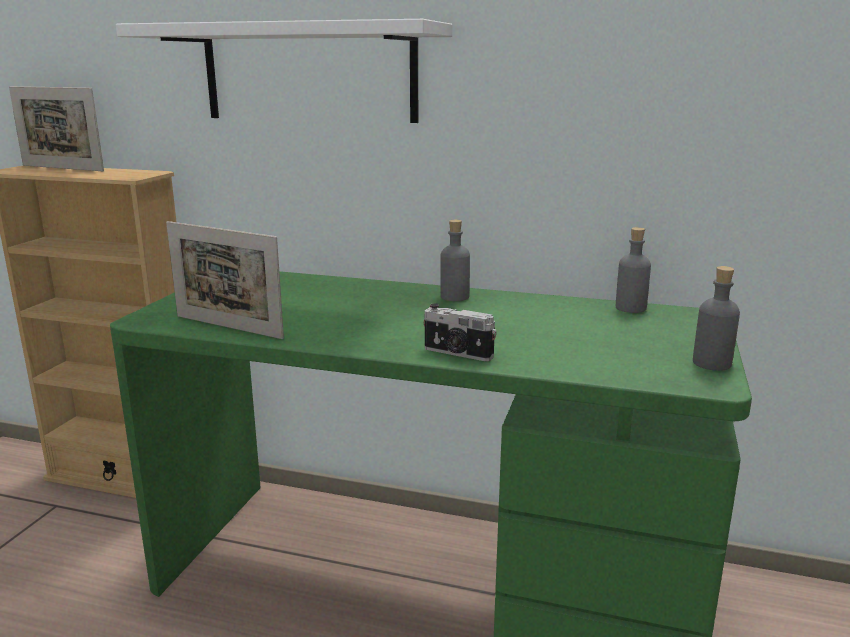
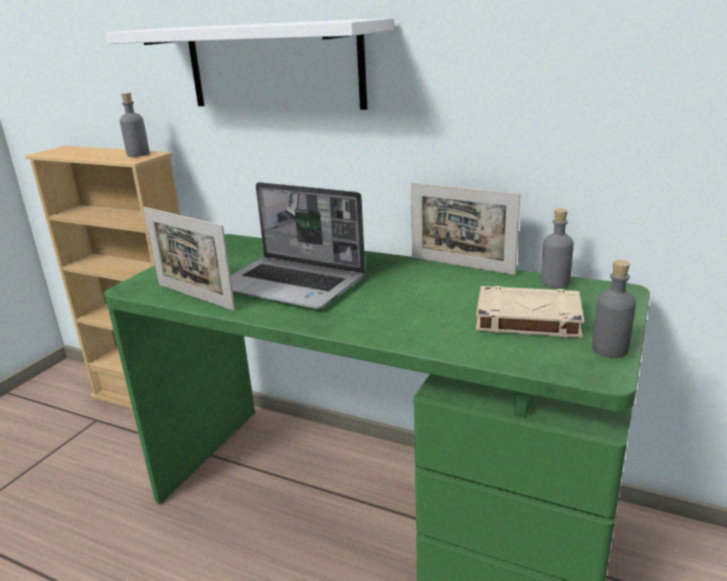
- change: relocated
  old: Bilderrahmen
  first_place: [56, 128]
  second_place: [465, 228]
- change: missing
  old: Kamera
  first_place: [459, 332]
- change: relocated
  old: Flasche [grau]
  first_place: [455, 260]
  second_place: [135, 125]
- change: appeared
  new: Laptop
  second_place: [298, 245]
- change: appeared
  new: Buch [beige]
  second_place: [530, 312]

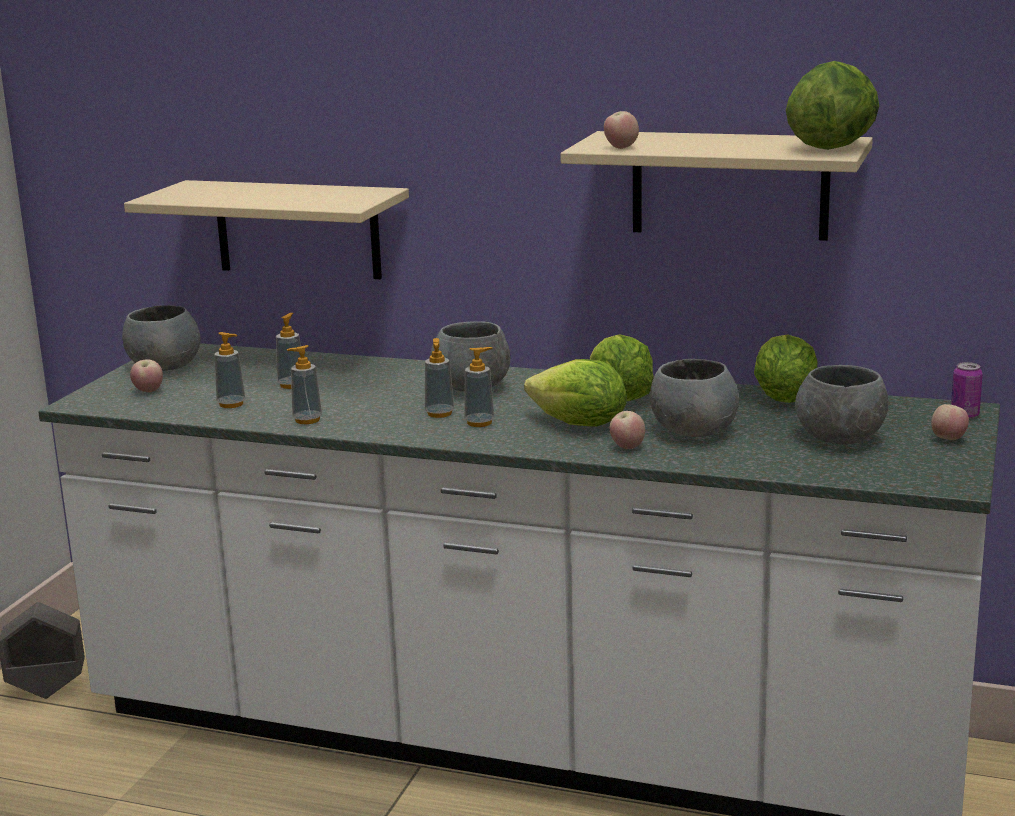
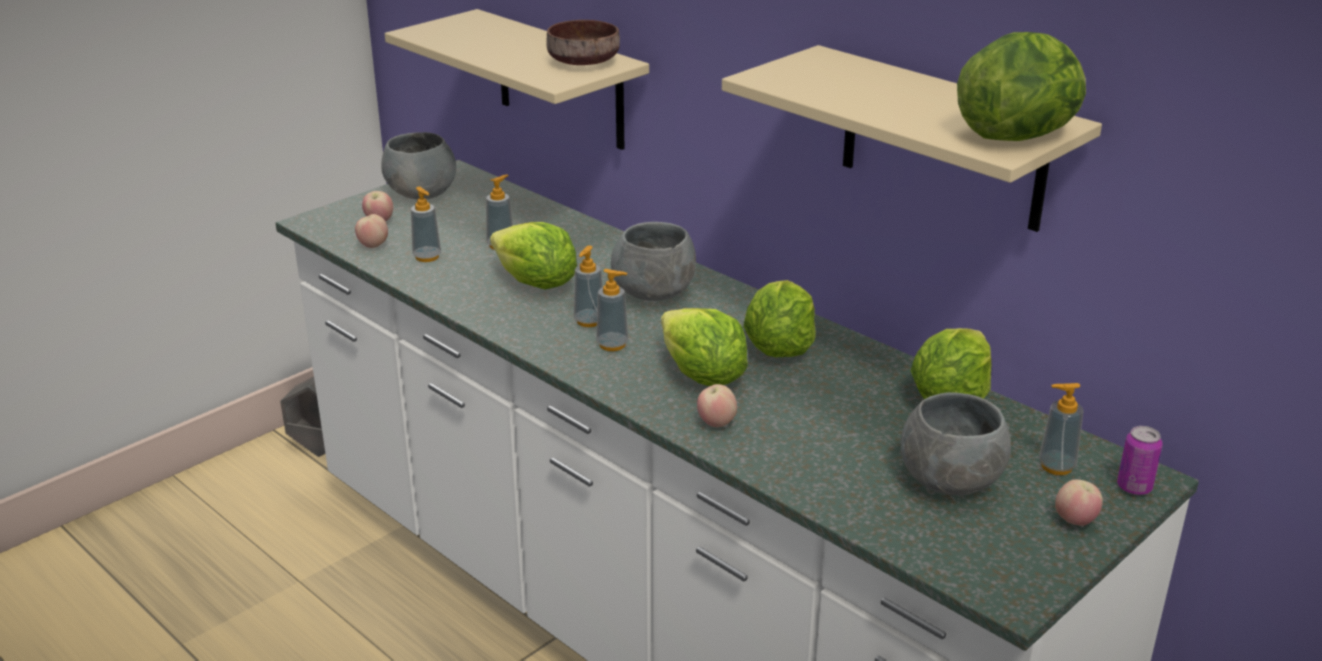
- change: relocated
  old: Seifenspender
  first_place: [304, 384]
  second_place: [1061, 429]
- change: relocated
  old: Apfel
  first_place: [621, 130]
  second_place: [371, 231]
- change: missing
  old: Schüssel [grau]
  first_place: [694, 398]
- change: appeared
  new: Salatkopf
  second_place: [533, 256]
- change: appeared
  new: Schüssel [braun]
  second_place: [583, 42]

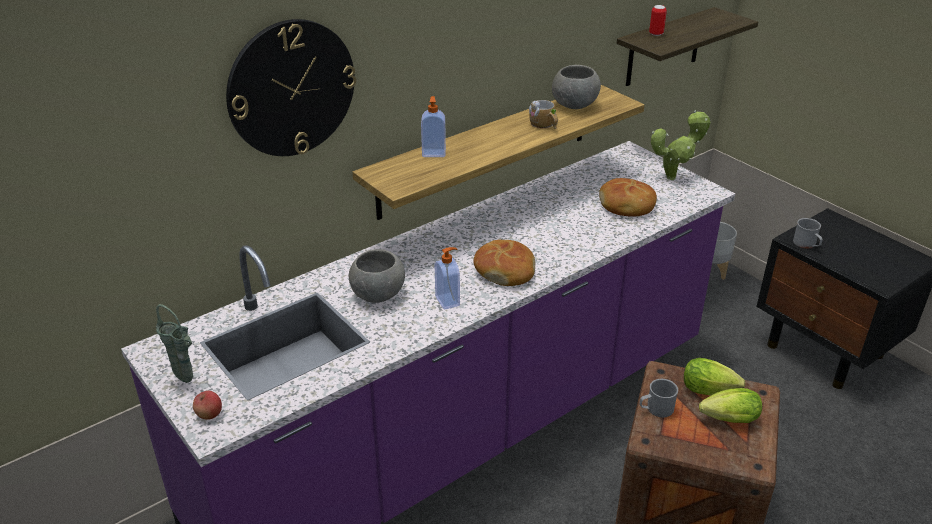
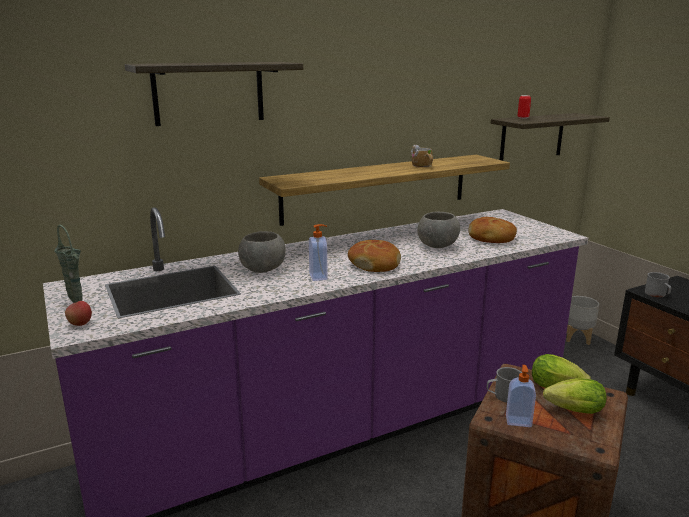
- change: exchanged
  old: Wanduhr
  new: Wandregal
  first_place: [291, 87]
  second_place: [214, 94]
- change: relocated
  old: Seifenspender
  first_place: [433, 126]
  second_place: [521, 396]
- change: relocated
  old: Schüssel [grau]
  first_place: [576, 87]
  second_place: [438, 230]
- change: missing
  old: Topfpflanze
  first_place: [681, 145]

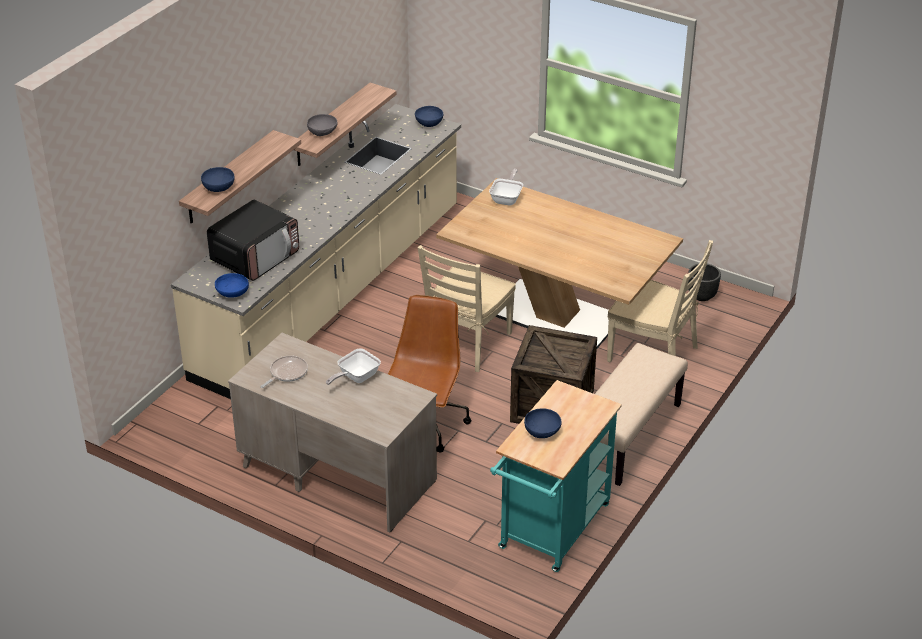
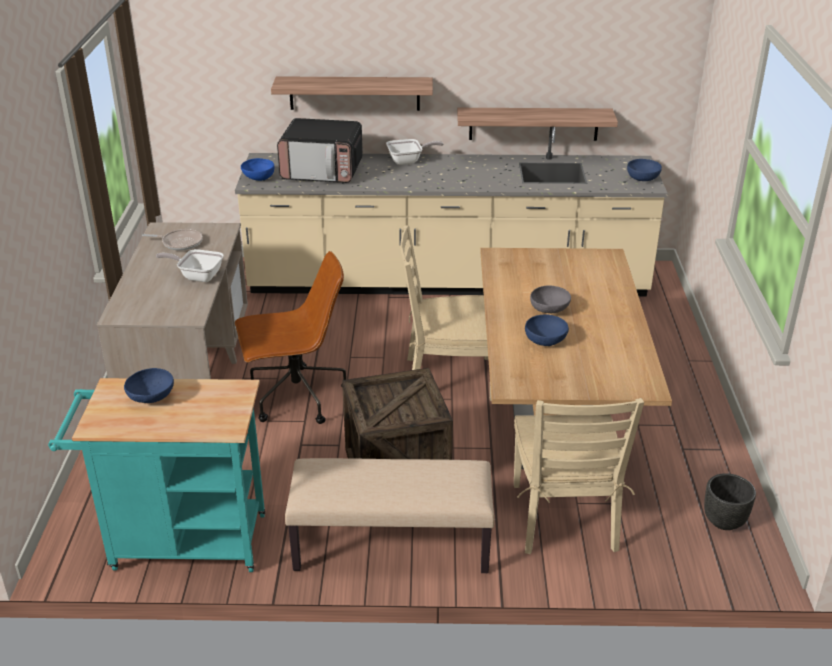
- change: relocated
  old: Schüssel [blau]
  first_place: [218, 179]
  second_place: [547, 330]
- change: relocated
  old: Schüssel [grau]
  first_place: [322, 125]
  second_place: [550, 299]
- change: relocated
  old: Pfanne
  first_place: [506, 187]
  second_place: [414, 152]

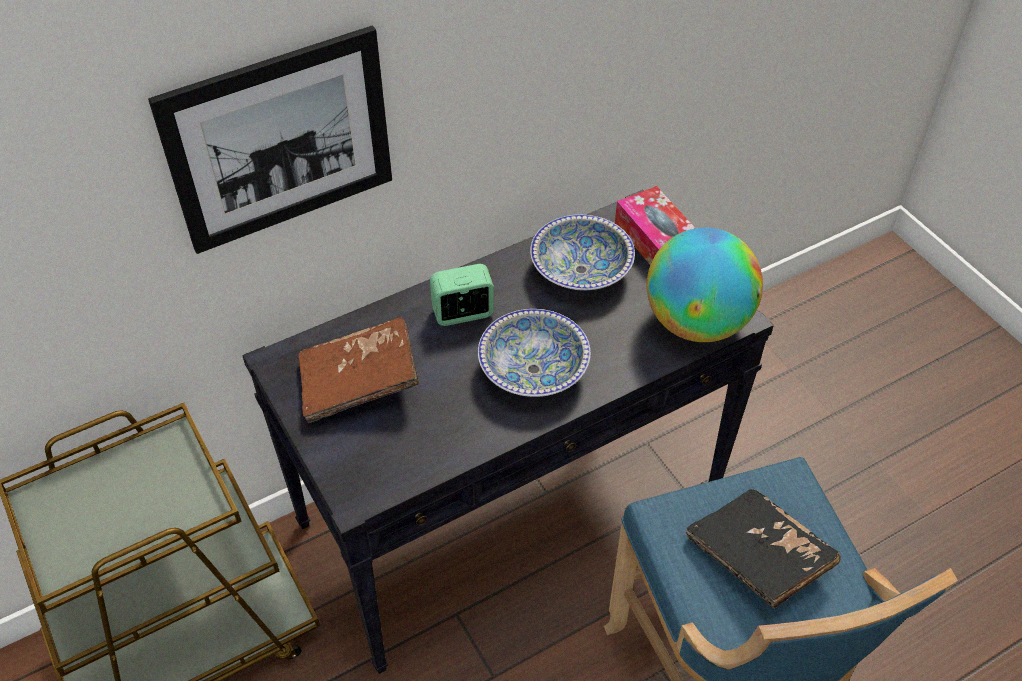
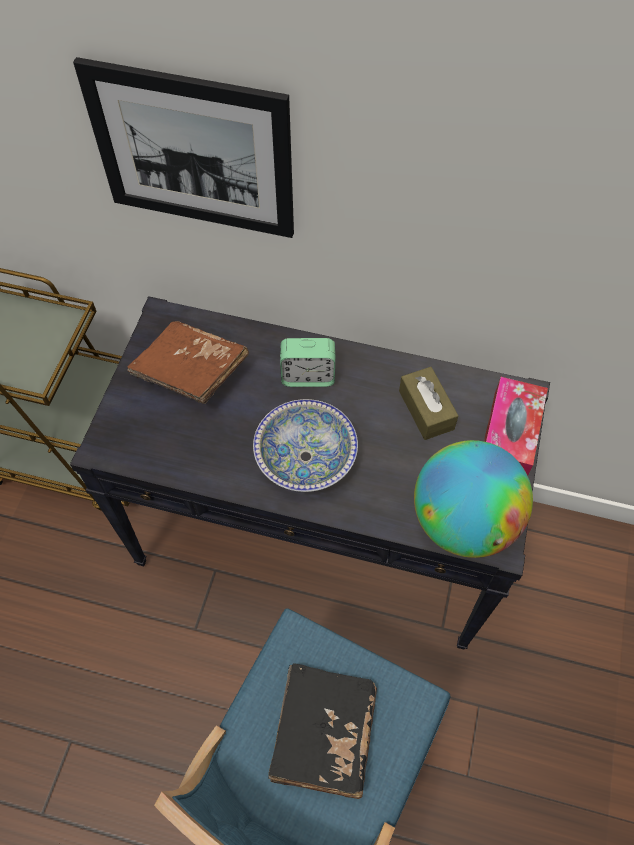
- change: spun
  old: Wecker
  first_place: [462, 295]
  second_place: [307, 362]
  degrees: 150
- change: exchanged
  old: Schüssel
  new: Taschentuchbox [braun]
  first_place: [582, 253]
  second_place: [428, 403]

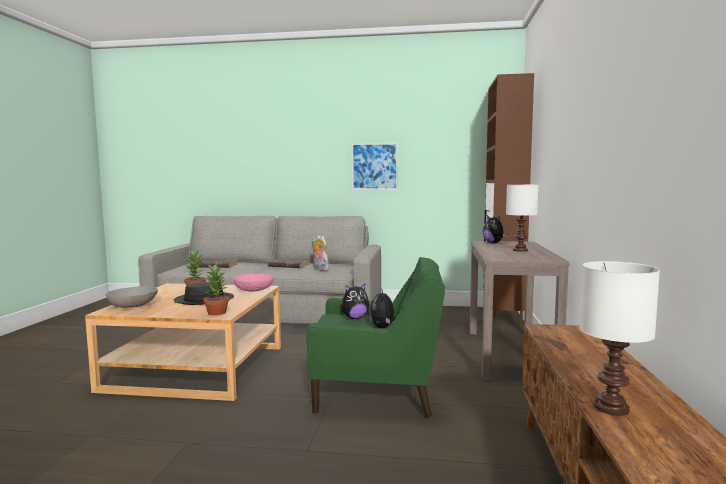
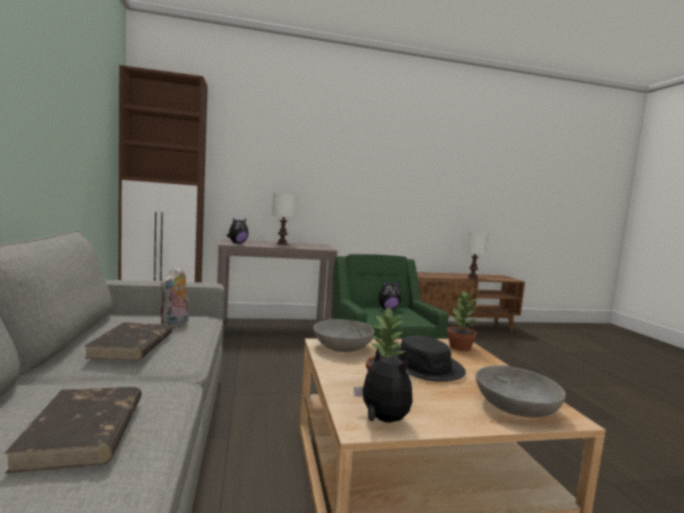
- change: colour
  old: Schüssel [rosa]
  new: Schüssel [grau]
  first_place: [254, 283]
  second_place: [343, 335]
- change: relocated
  old: Plüschtier
  first_place: [355, 301]
  second_place: [383, 385]
- change: missing
  old: Bild
  first_place: [375, 166]

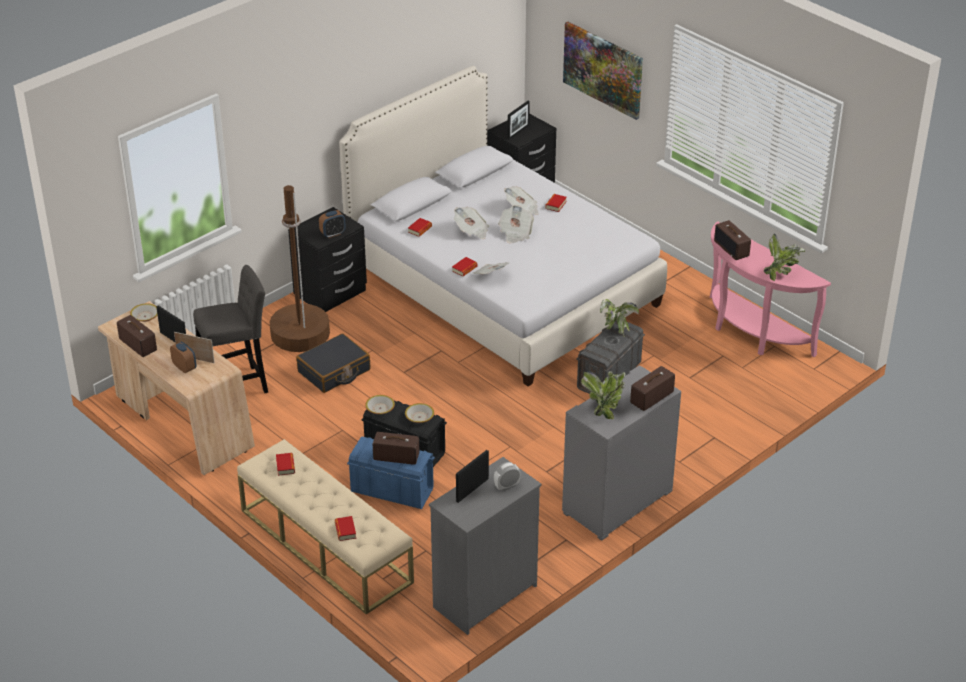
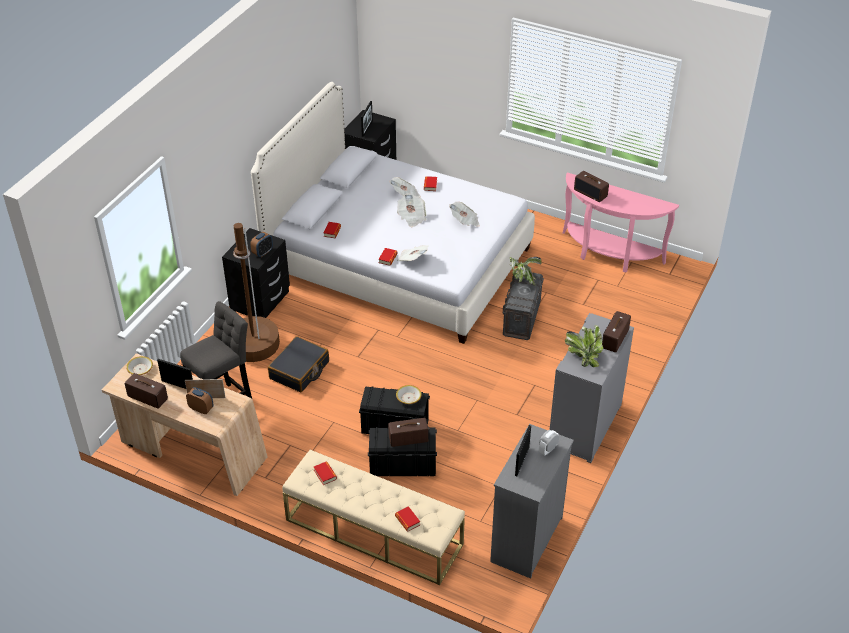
- change: colour
  old: Aufbewahrungsbox [blau]
  new: Aufbewahrungsbox [schwarz]
  first_place: [391, 472]
  second_place: [402, 451]
- change: missing
  old: Schüssel
  first_place: [380, 404]
- change: relocated
  old: Zeitung
  first_place: [471, 223]
  second_place: [464, 214]
- change: missing
  old: Bild
  first_place: [603, 71]
- change: missing
  old: Topfpflanze
  first_place: [784, 257]

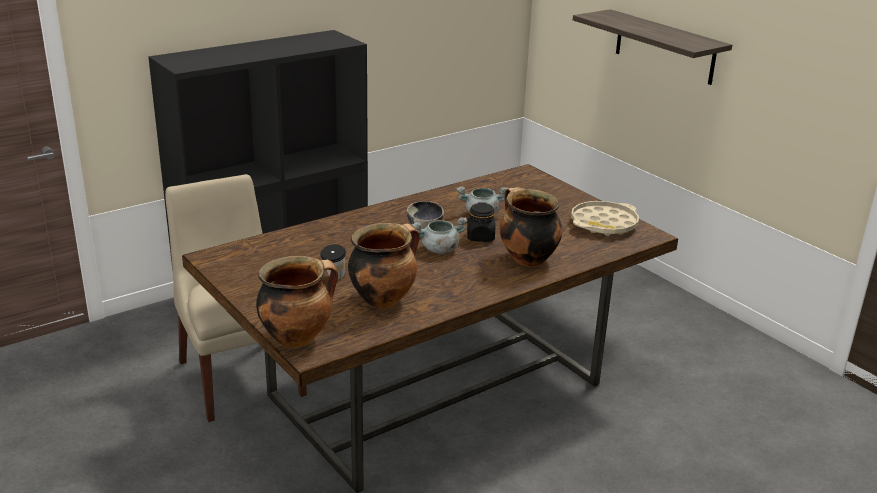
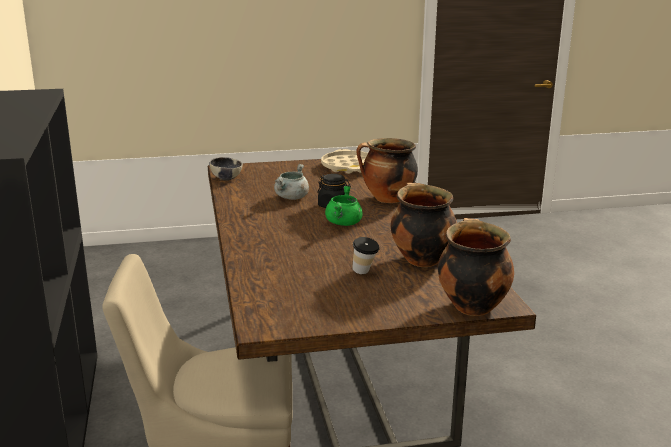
- change: relocated
  old: Schüssel
  first_place: [425, 215]
  second_place: [226, 169]
- change: colour
  old: Kochtopf [grau]
  new: Kochtopf [grün]
  first_place: [439, 235]
  second_place: [344, 206]
- change: missing
  old: Wandregal
  first_place: [652, 47]

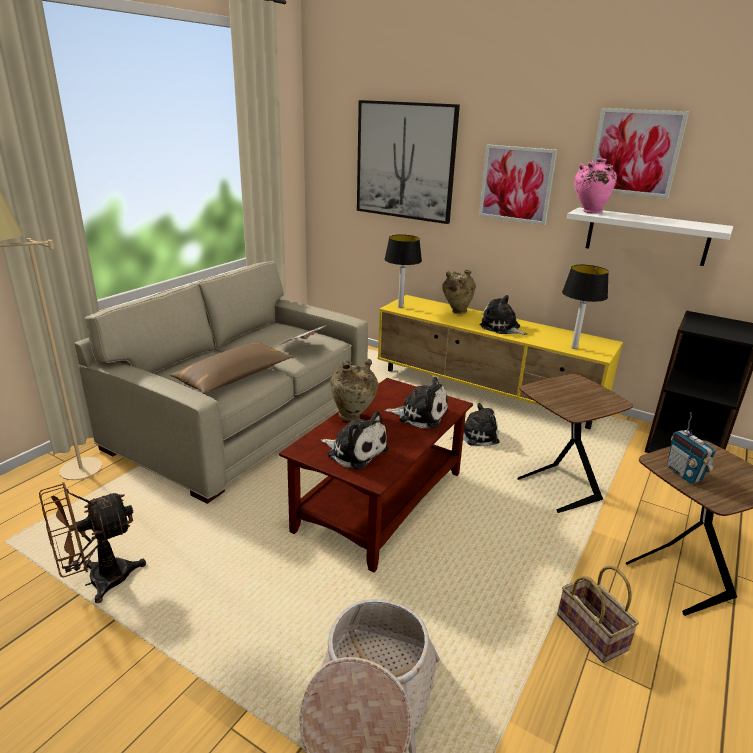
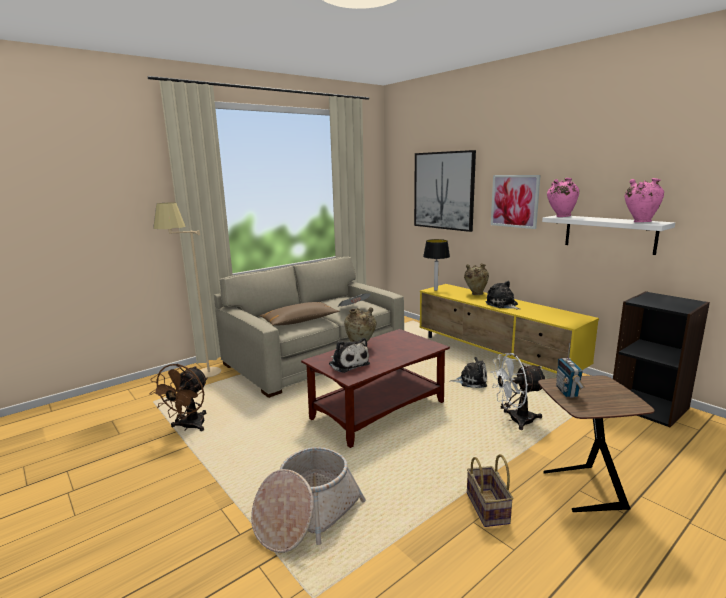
- change: spun
  old: Ventilator [braun]
  first_place: [92, 542]
  second_place: [179, 397]
  degrees: -60
- change: missing
  old: Plüschtier
  first_place: [416, 402]
- change: exchanged
  old: Beistelltisch [braun]
  new: Ventilator [weiß]
  first_place: [575, 443]
  second_place: [518, 391]
- change: missing
  old: Tischlampe
  first_place: [585, 307]
- change: missing
  old: Bild
  first_place: [640, 153]
- change: appeared
  new: Vase [rosa]
  second_place: [644, 200]

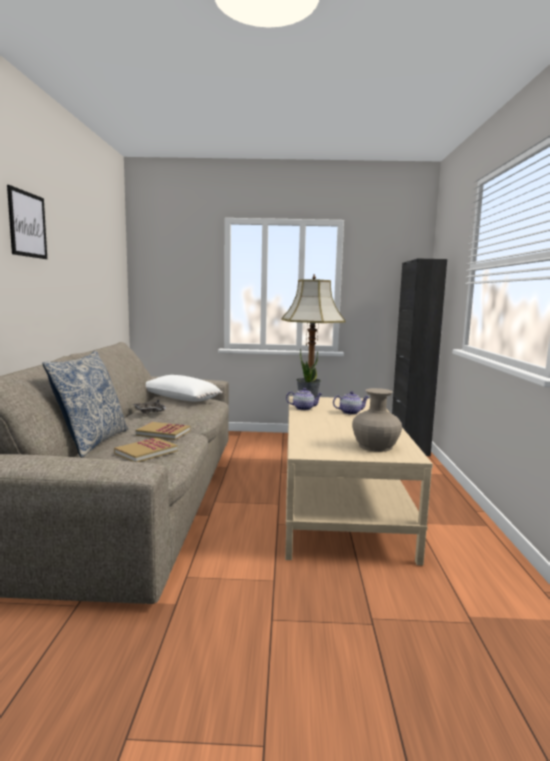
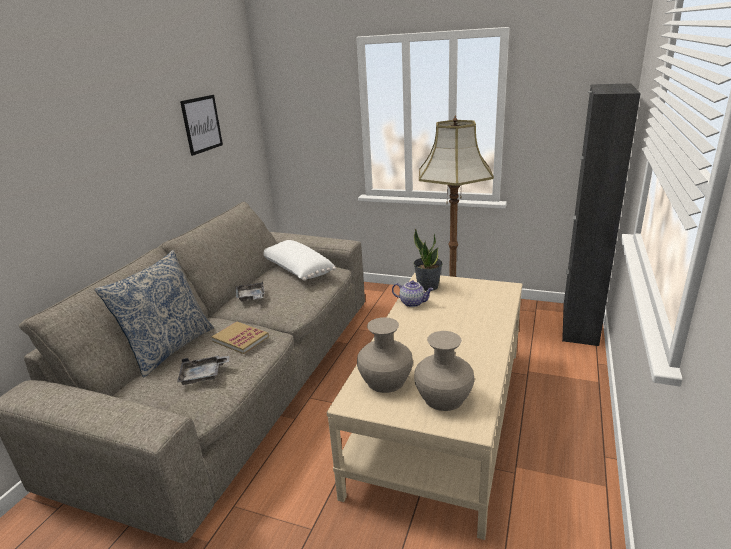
- change: relocated
  old: Bild
  first_place: [27, 222]
  second_place: [201, 125]
- change: exchanged
  old: Buch
  new: Tablett [grau]
  first_place: [146, 450]
  second_place: [203, 370]
- change: missing
  old: Teekanne
  first_place: [351, 403]
- change: appeared
  new: Vase [beige]
  second_place: [385, 355]

